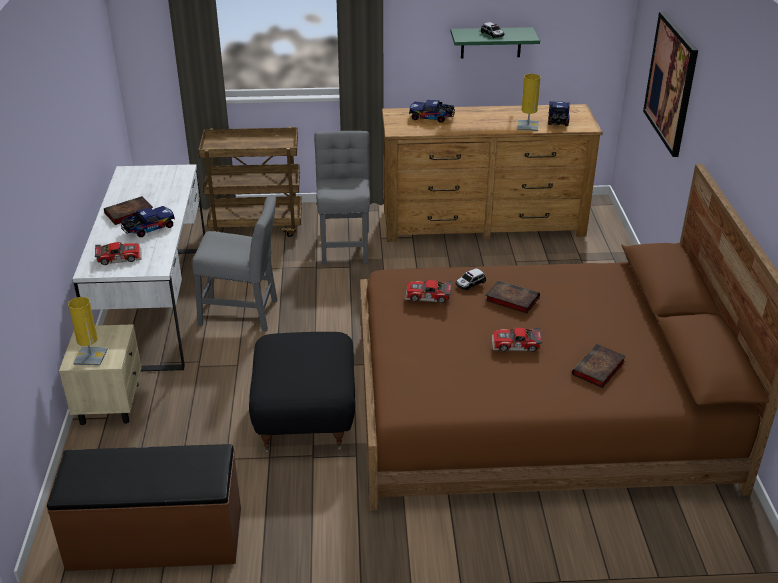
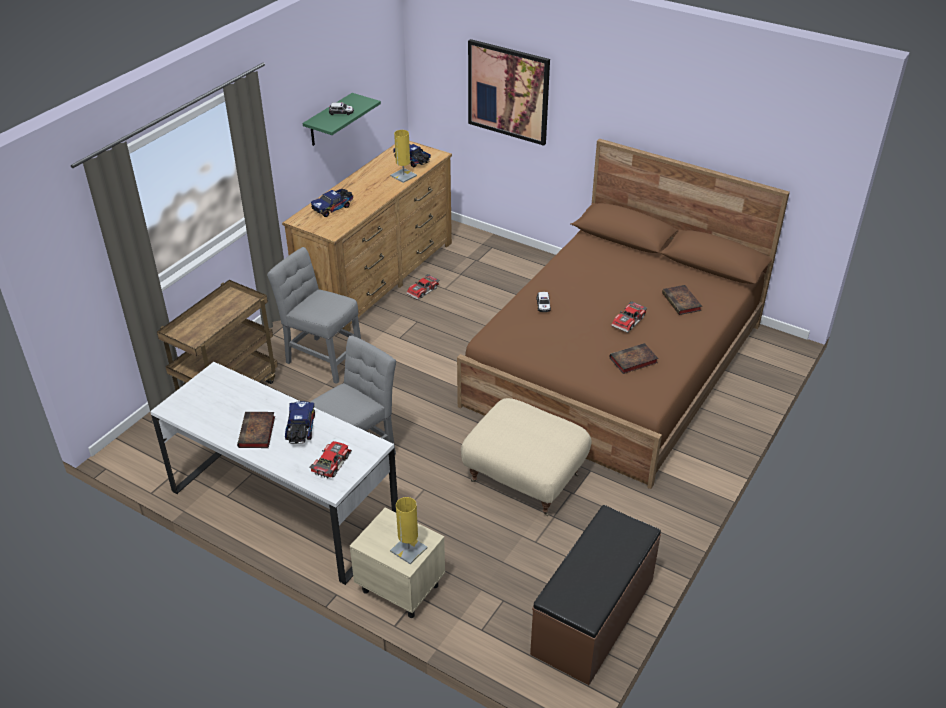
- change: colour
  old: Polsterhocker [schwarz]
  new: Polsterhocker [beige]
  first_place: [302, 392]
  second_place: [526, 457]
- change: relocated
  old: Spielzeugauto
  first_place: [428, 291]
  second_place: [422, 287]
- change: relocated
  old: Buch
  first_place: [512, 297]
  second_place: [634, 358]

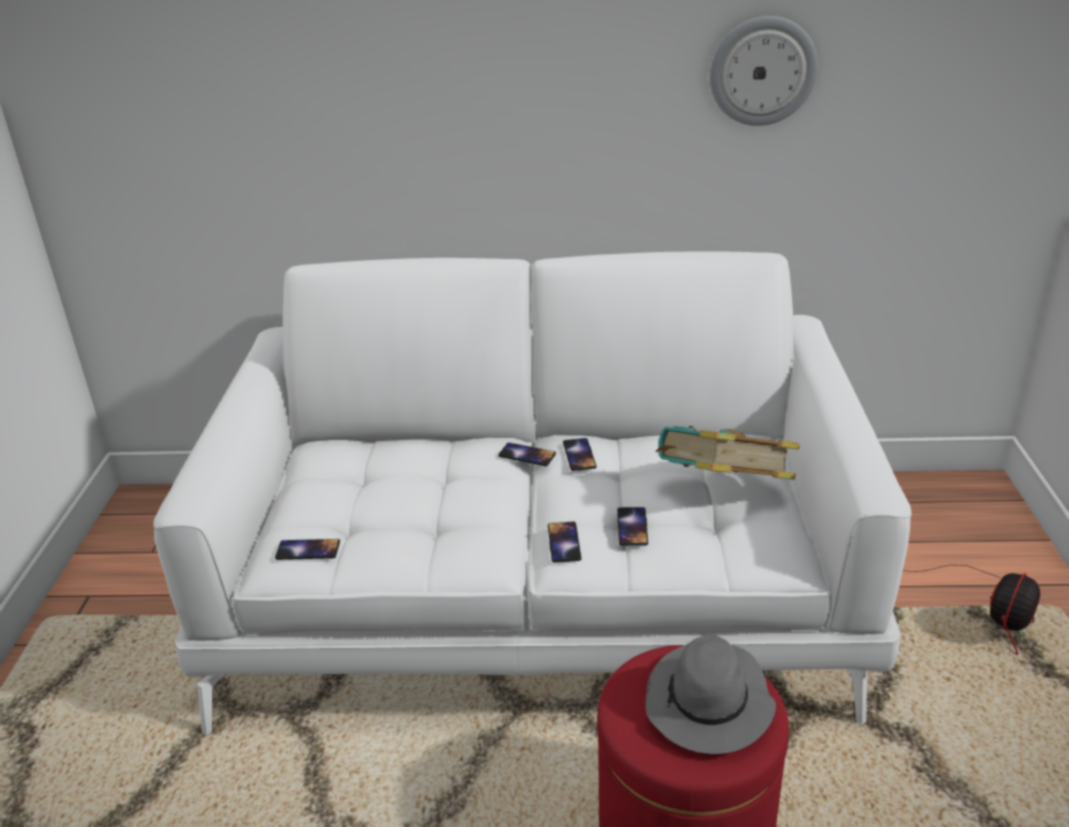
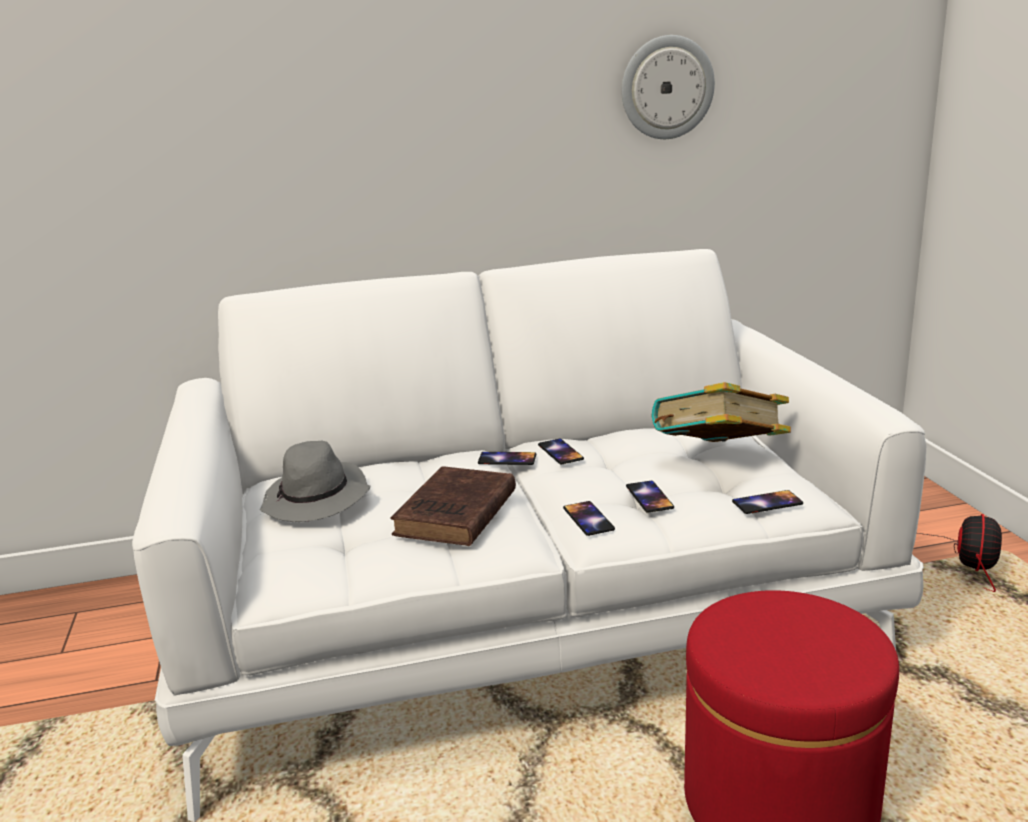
- change: relocated
  old: Handy
  first_place: [307, 549]
  second_place: [767, 502]
- change: relocated
  old: Hut [grau]
  first_place: [711, 694]
  second_place: [315, 481]
- change: appeared
  new: Buch [braun]
  second_place: [453, 506]

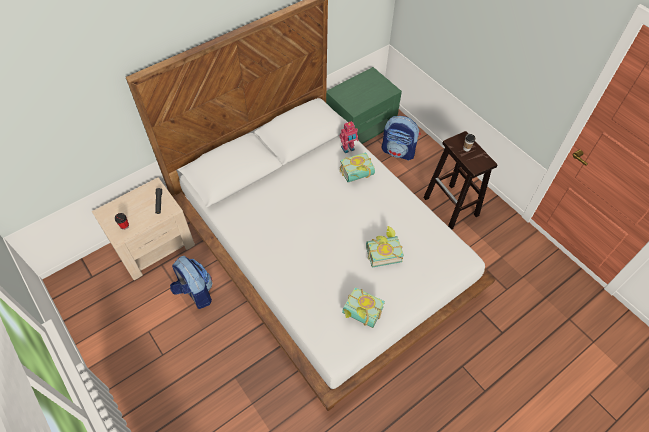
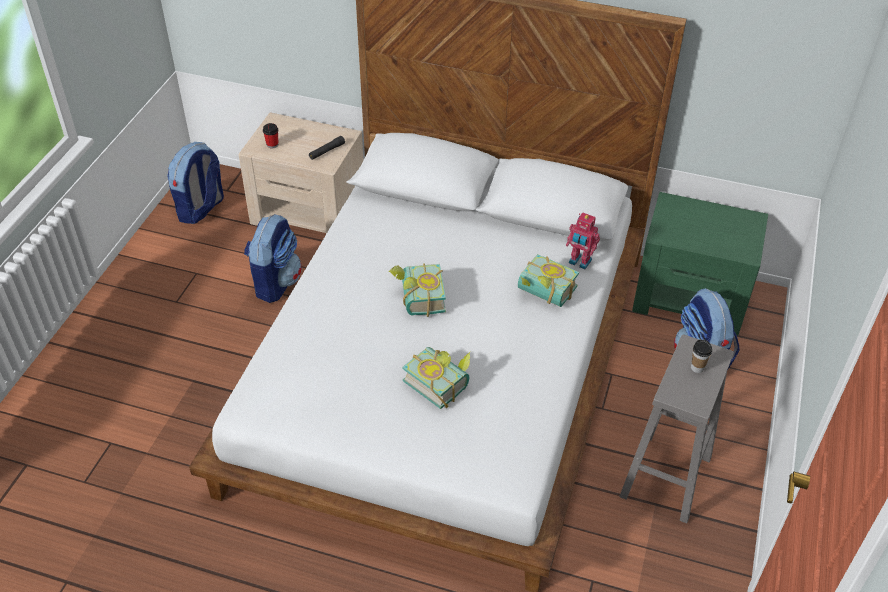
- change: relocated
  old: Buch
  first_place: [363, 307]
  second_place: [417, 290]
- change: colour
  old: Hocker [braun]
  new: Hocker [grau]
  first_place: [460, 180]
  second_place: [676, 428]
- change: appeared
  new: Rucksack
  second_place: [195, 183]

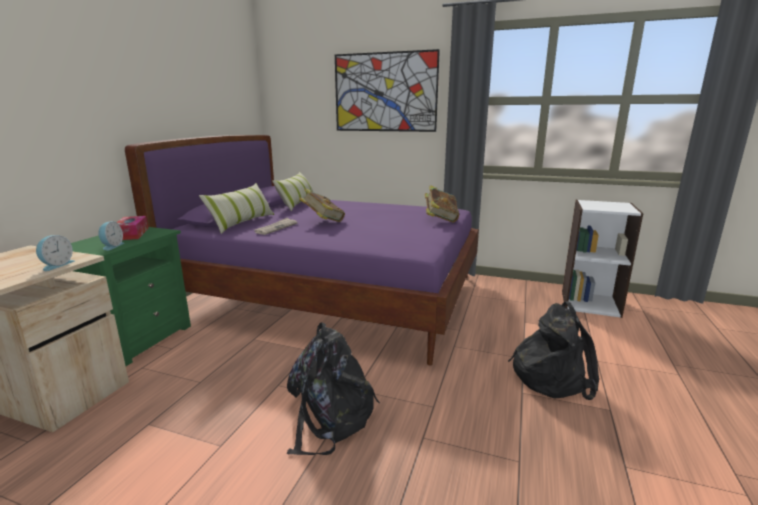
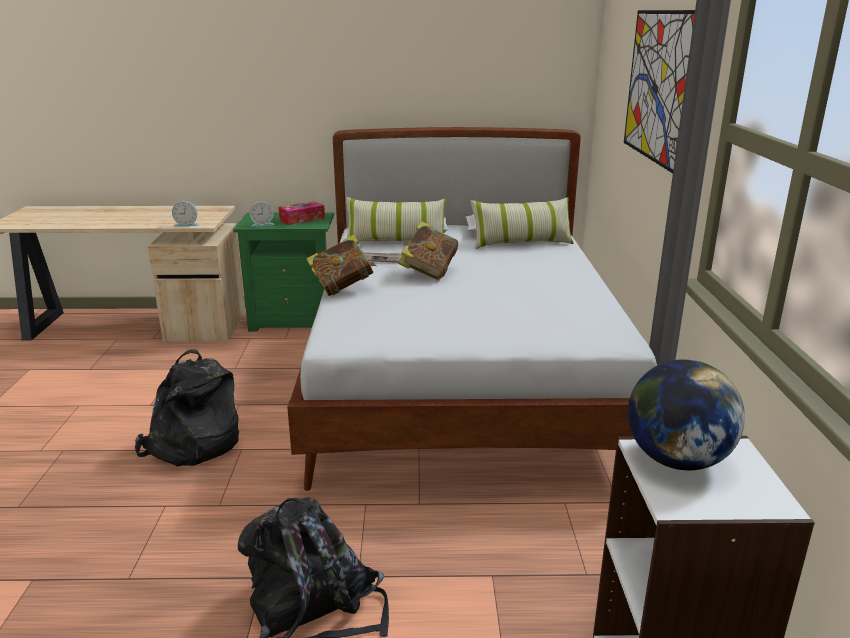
- change: colour
  old: Bett [lila]
  new: Bett [weiß]
  first_place: [302, 250]
  second_place: [472, 309]
- change: relocated
  old: Buch
  first_place: [442, 203]
  second_place: [341, 265]
- change: appeared
  new: Globus
  second_place: [686, 415]

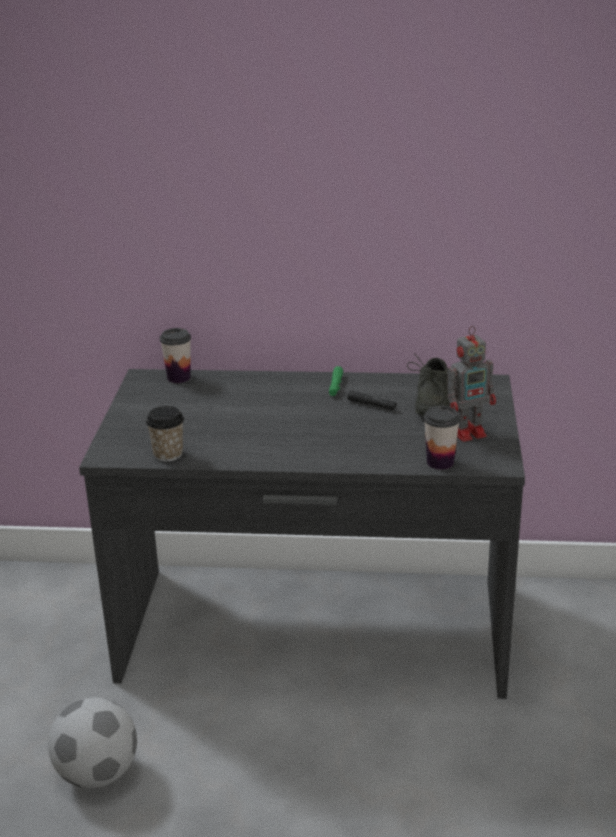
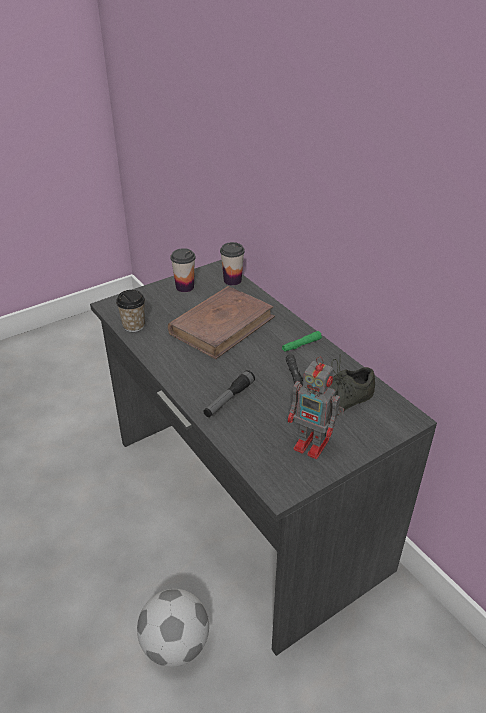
- change: relocated
  old: Fußball
  first_place: [92, 742]
  second_place: [173, 628]
- change: relocated
  old: Tasse
  first_place: [442, 438]
  second_place: [183, 270]
- change: appeared
  new: Buch [braun]
  second_place: [221, 322]
- change: appeared
  new: Taschenlampe
  second_place: [229, 393]

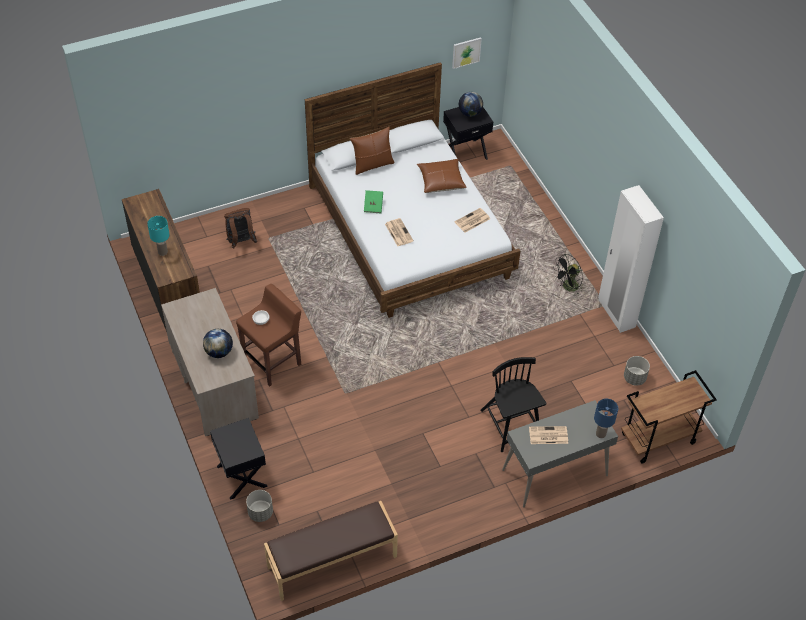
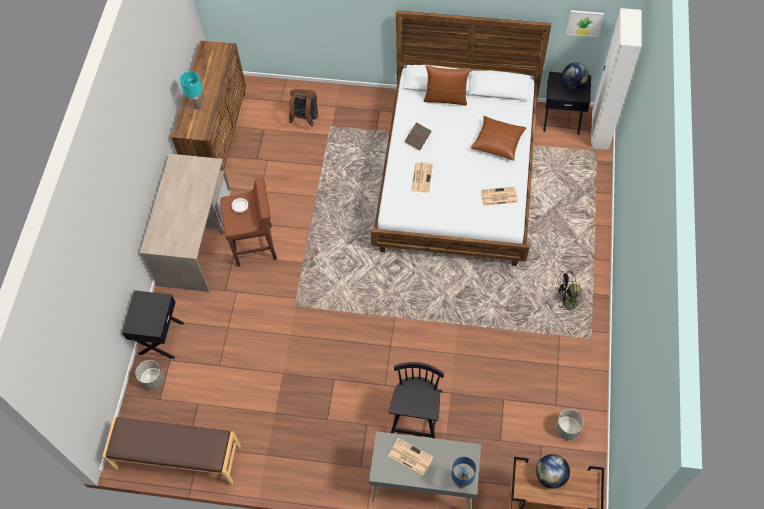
- change: relocated
  old: Globus
  first_place: [218, 343]
  second_place: [553, 471]
- change: colour
  old: Buch [grün]
  new: Buch [braun]
  first_place: [373, 201]
  second_place: [418, 136]
- change: relocated
  old: Kleiderschrank [weiß]
  first_place: [631, 259]
  second_place: [616, 79]

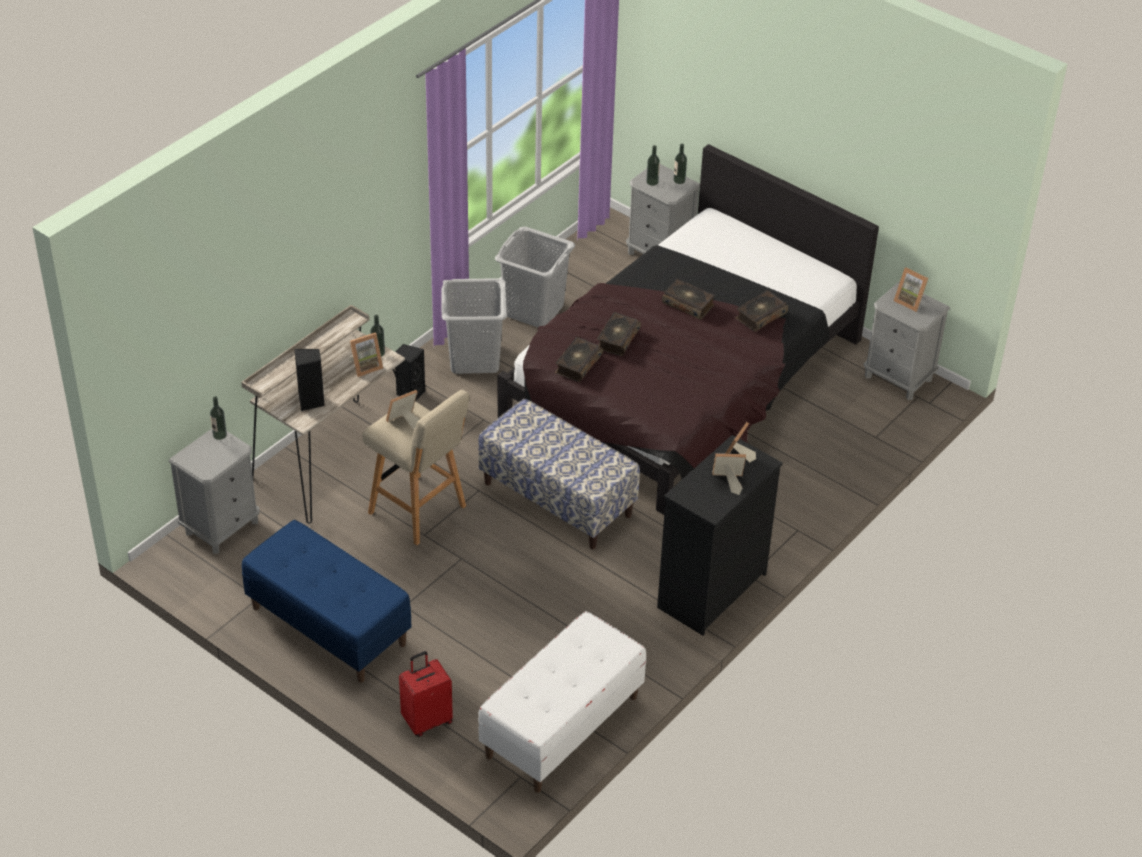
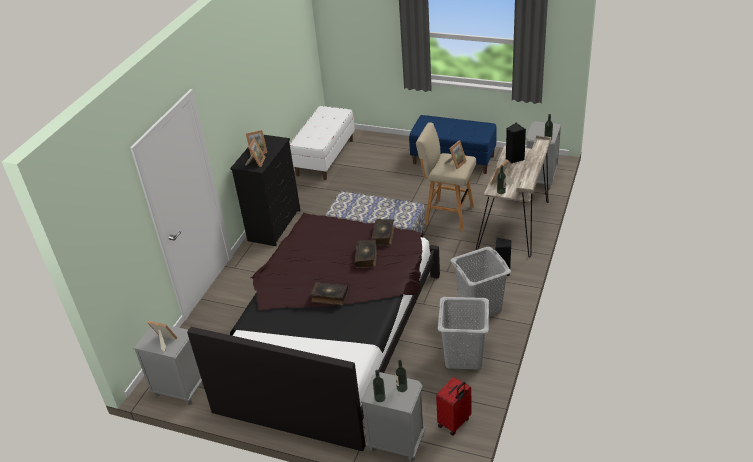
- change: relocated
  old: Koffer [rot]
  first_place: [426, 694]
  second_place: [453, 406]
- change: missing
  old: Buch
  first_place: [762, 311]

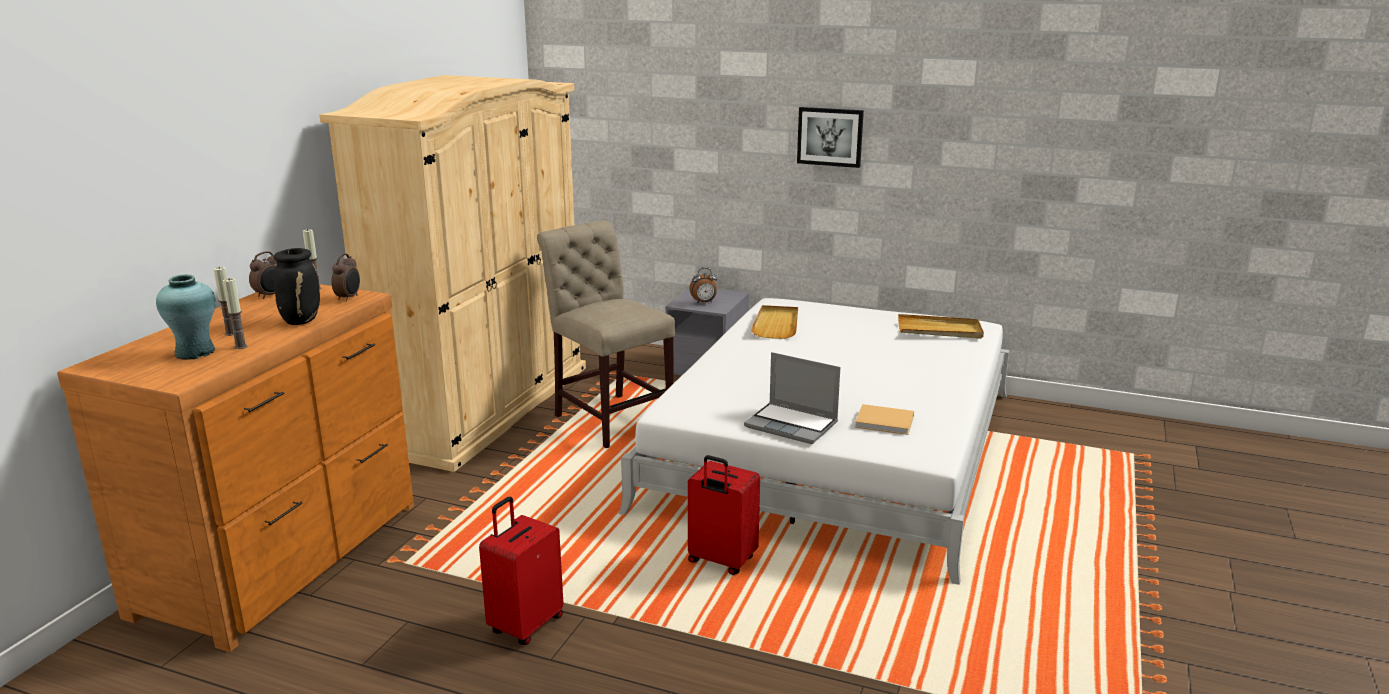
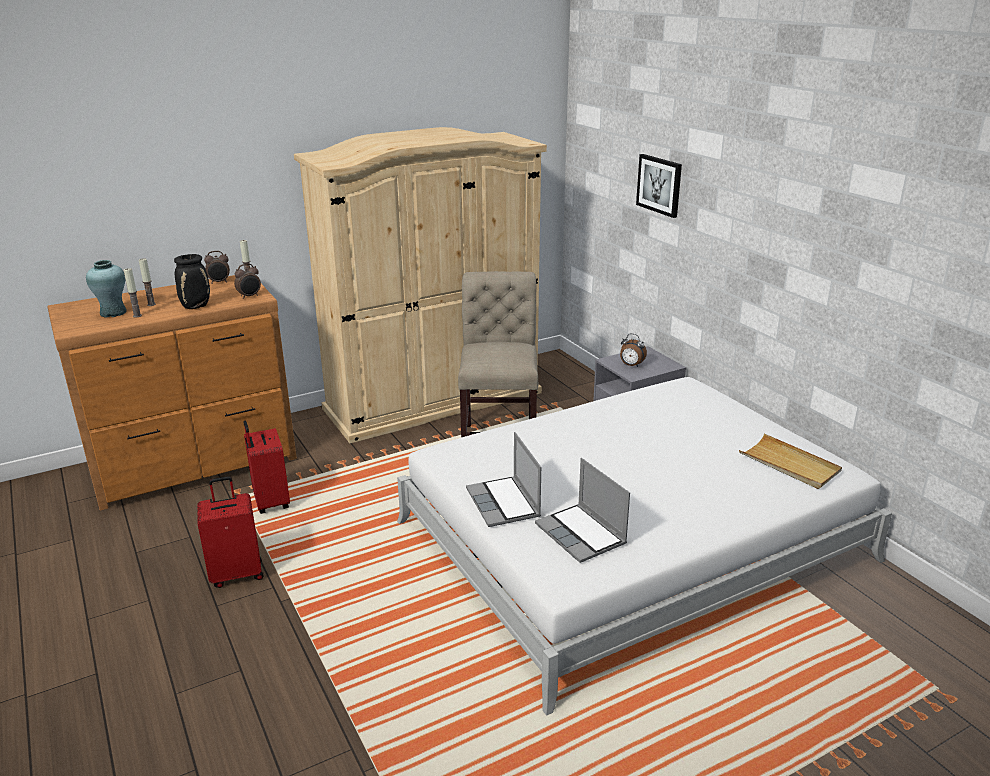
- change: relocated
  old: Koffer [rot]
  first_place: [724, 515]
  second_place: [267, 467]
- change: missing
  old: Tablett [beige]
  first_place: [774, 322]
- change: relocated
  old: Bild
  first_place: [830, 137]
  second_place: [659, 186]
- change: exchanged
  old: Buch [beige]
  new: Laptop
  first_place: [884, 419]
  second_place: [582, 510]

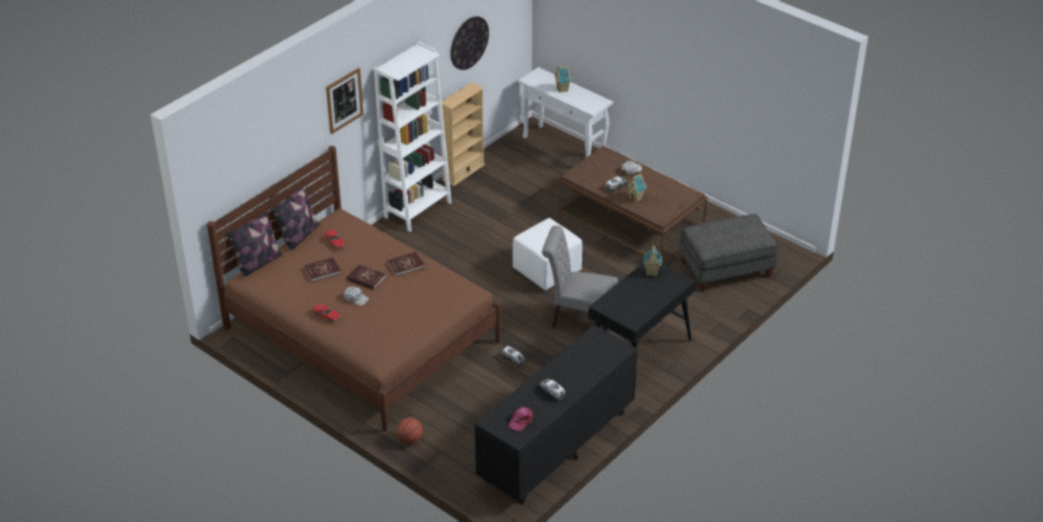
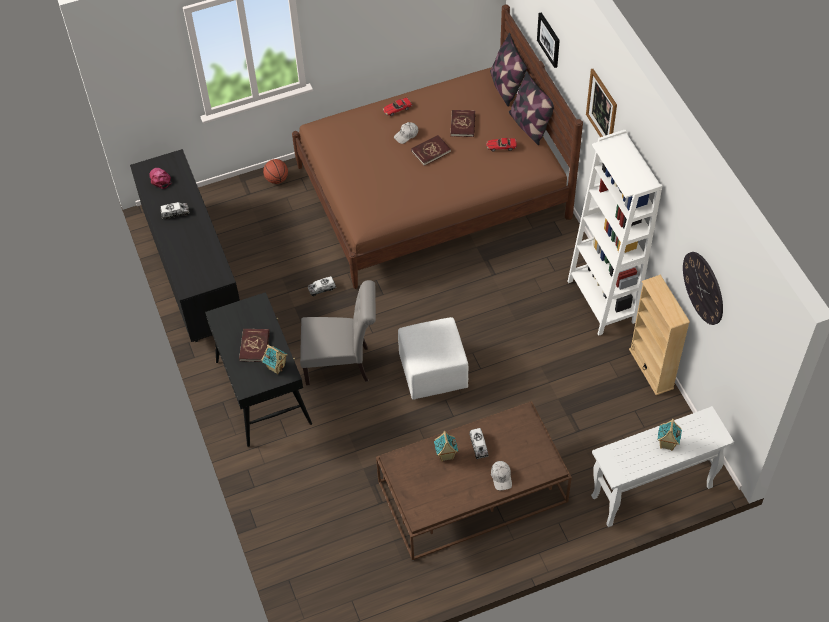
- change: relocated
  old: Buch [rot]
  first_place: [406, 264]
  second_place: [254, 345]
- change: spun
  old: Stuhl [grau]
  first_place: [580, 278]
  second_place: [338, 332]
  degrees: 45
- change: missing
  old: Polsterhocker [grau]
  first_place: [728, 253]
- change: appeared
  new: Bild
  second_place: [548, 40]

